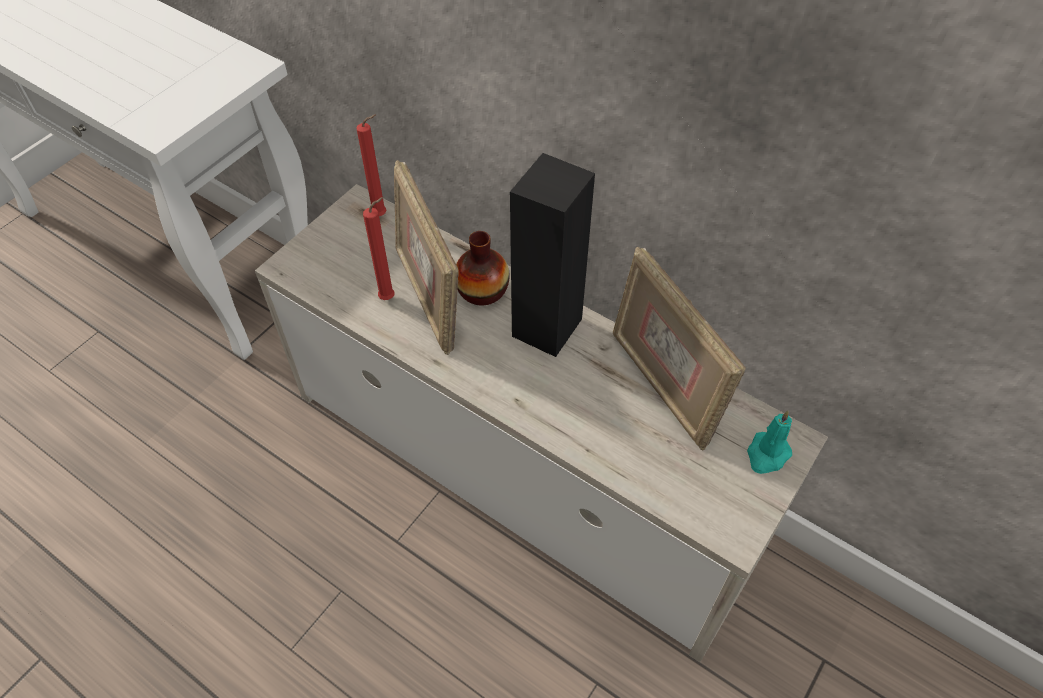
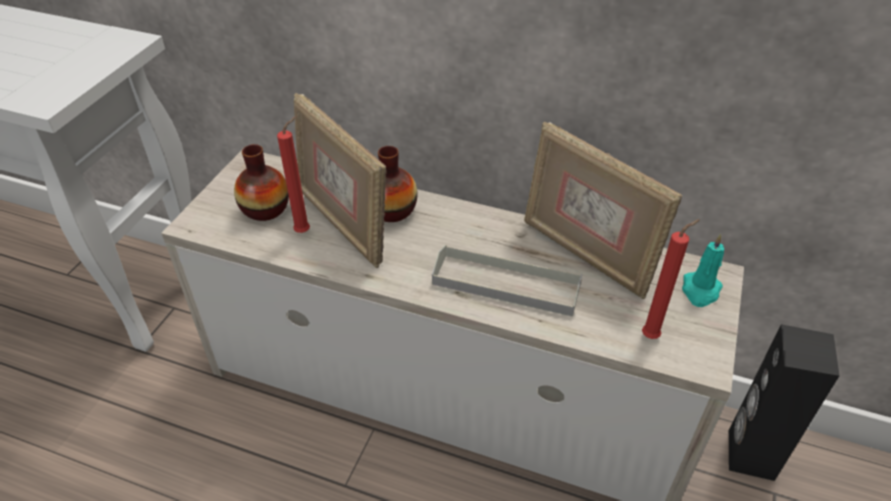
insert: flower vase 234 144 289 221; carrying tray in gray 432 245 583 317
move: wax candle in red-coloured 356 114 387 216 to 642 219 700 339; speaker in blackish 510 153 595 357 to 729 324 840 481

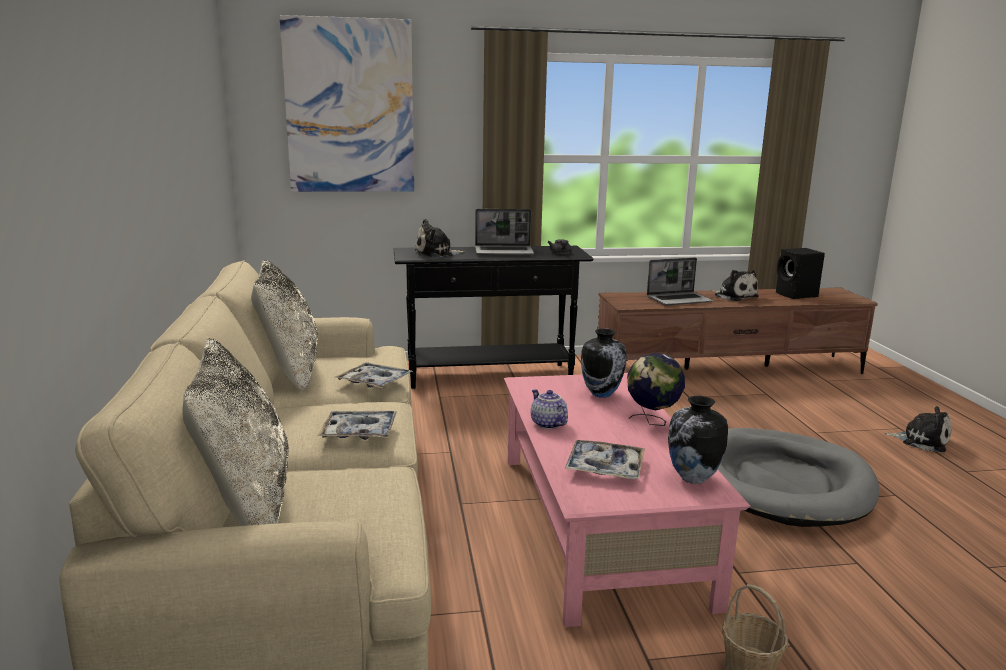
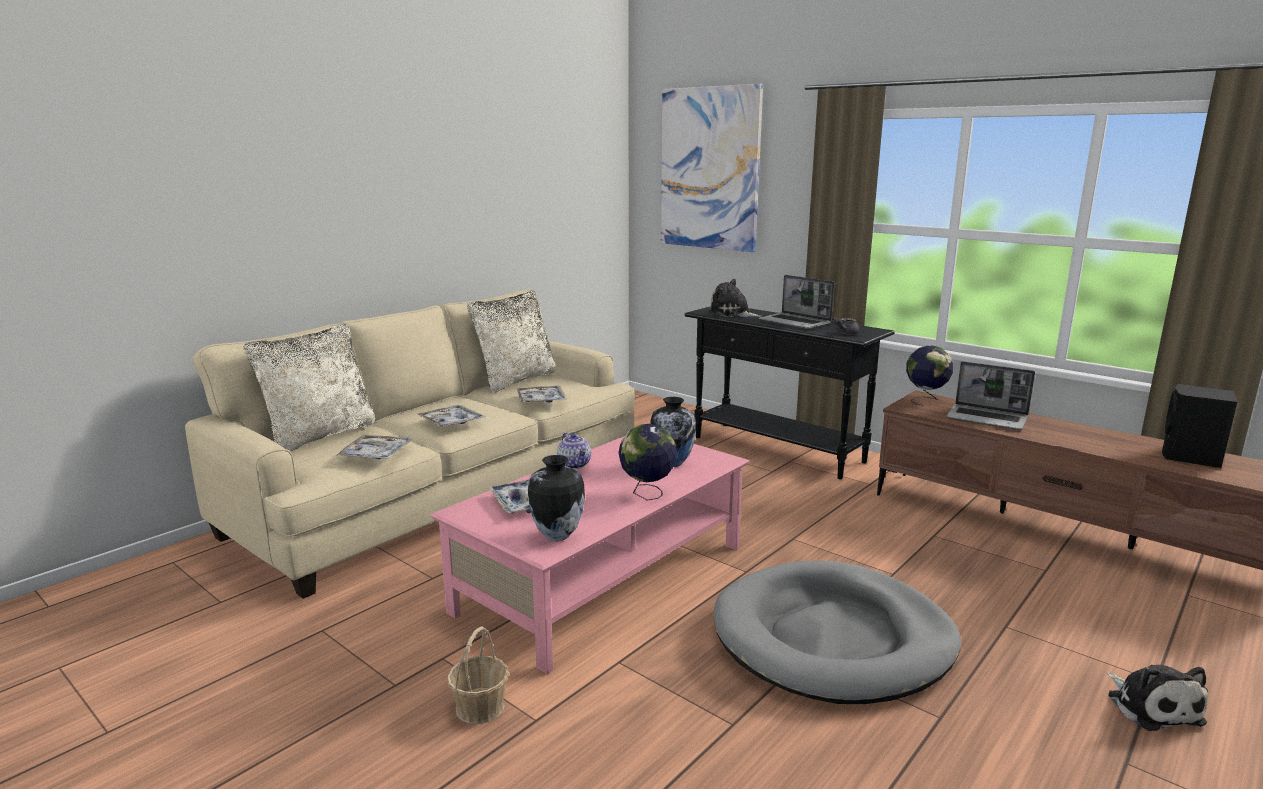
delete: soft toy 711 270 758 301
insert: carrying tray 336 435 412 459; desk globe 906 345 953 406
rotate: tea pot 531 389 568 429 = 557 433 591 469 135 degrees clockwise

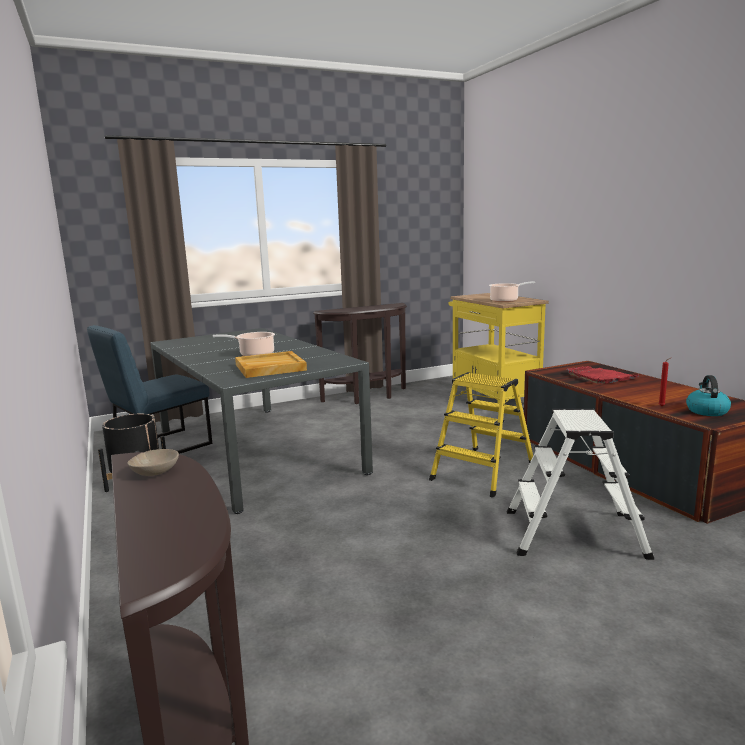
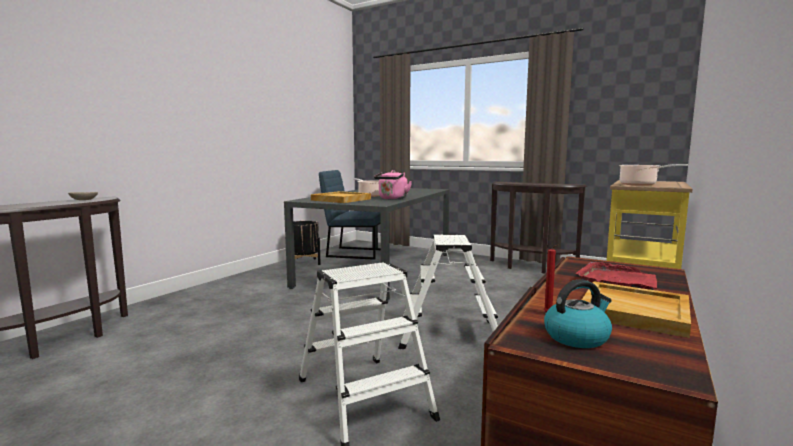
insert: tea kettle in pinkish 374 170 412 200; carrying tray in beige-coloured 582 281 691 338
recolor: step stool in yellow-coloured 429 372 533 498 to step stool in whitish 398 234 498 349

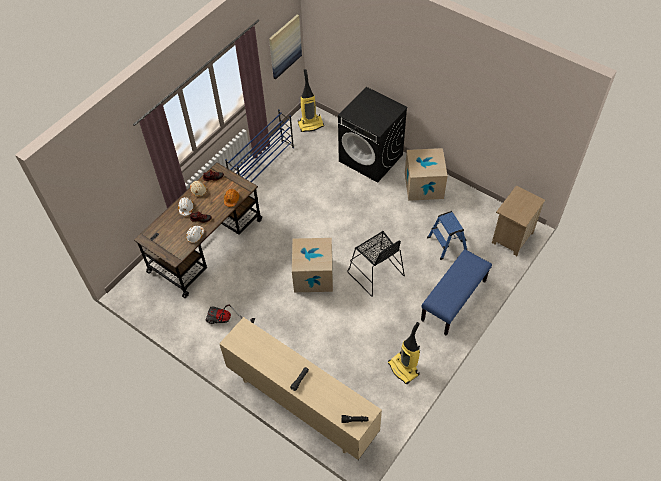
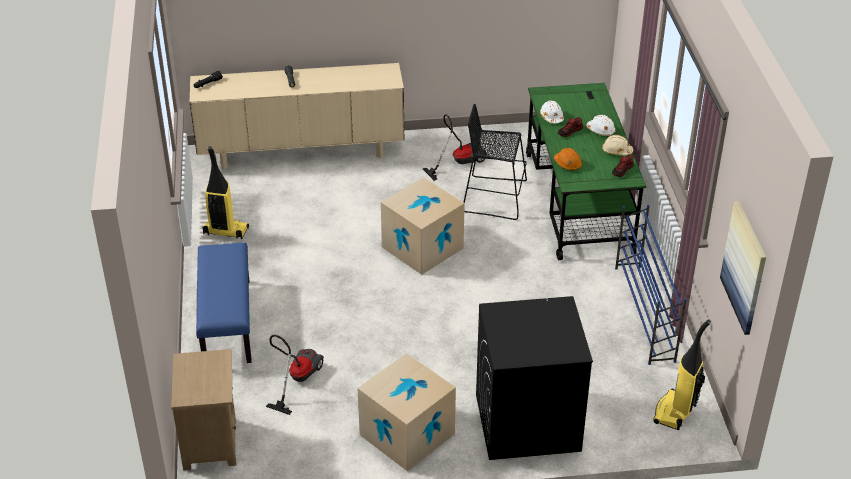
move: stool in blackish 347 231 405 297 to 464 104 527 220
replace: step stool in bluish 427 211 467 260 to vacuum 266 335 324 415
recolor: desk in brown 134 163 262 298 to desk in green 526 83 646 260

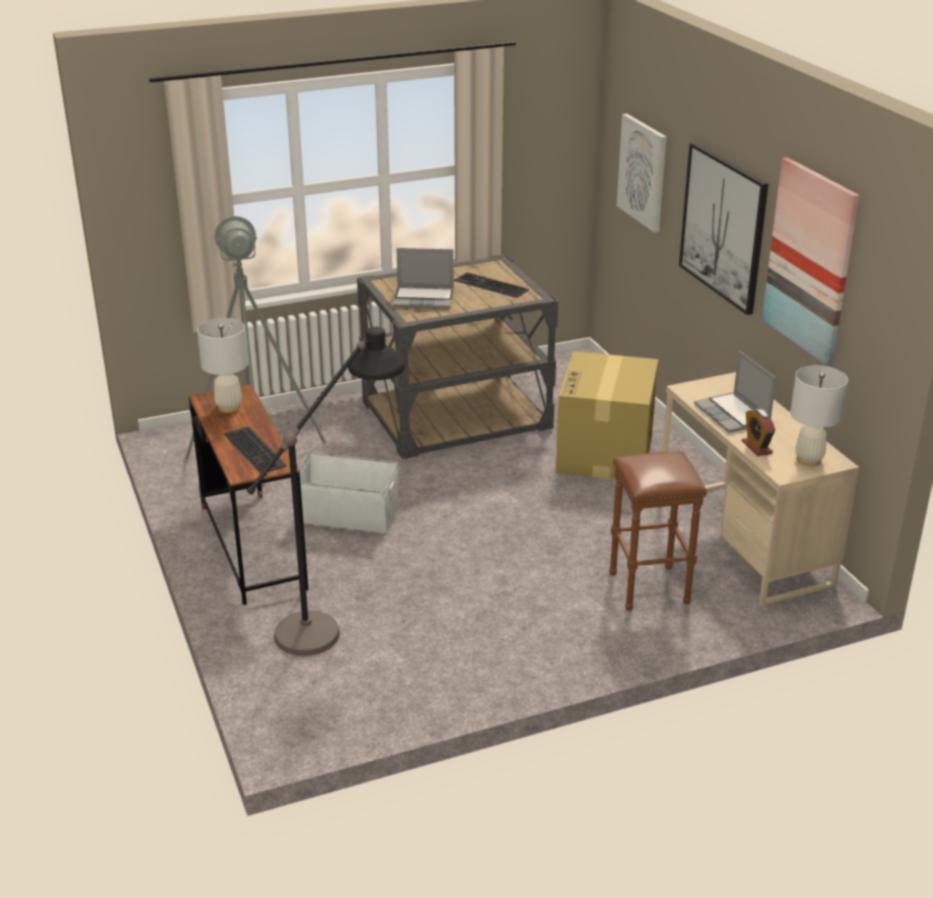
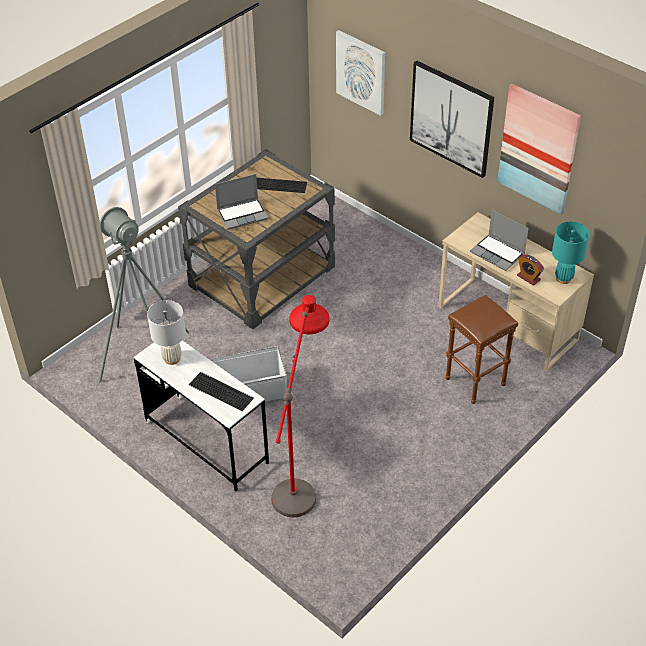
delete: carton 556 351 658 479
recolor: desk in brown 189 384 308 605 to desk in whitish 134 340 269 491; standing lamp in blackish 247 327 405 656 to standing lamp in red-coloured 271 295 329 517; tabletop lamp in whitish 790 365 848 467 to tabletop lamp in turquoise 552 221 590 284

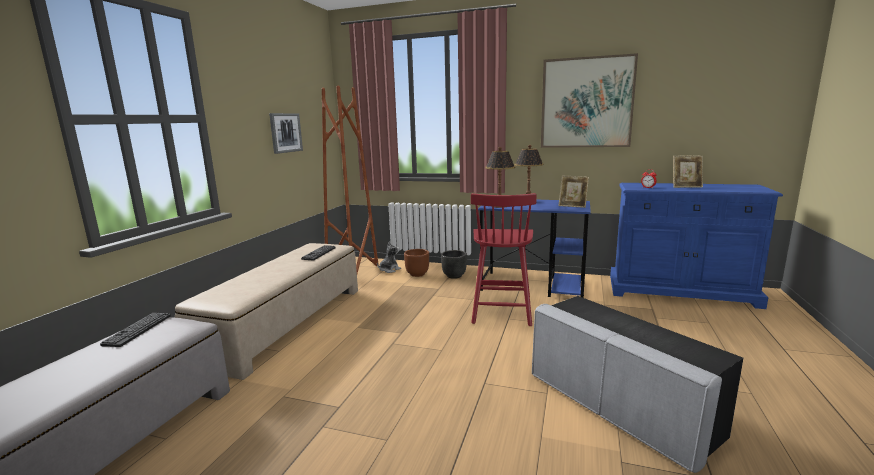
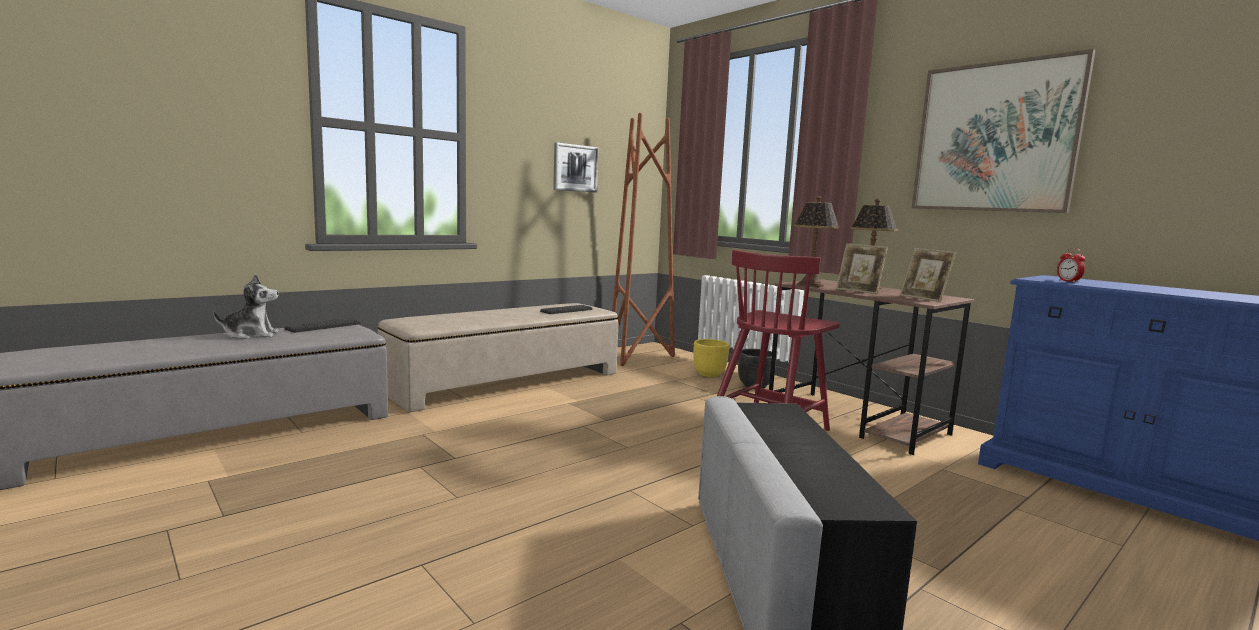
move: soft toy 377 242 401 273 to 213 274 279 339; photo frame 673 156 703 188 to 836 243 888 294
recolor: planter in brown 404 249 429 277 to planter in yellow-coloured 694 339 729 377; desk in bluish 478 200 591 298 to desk in brown 769 279 975 455

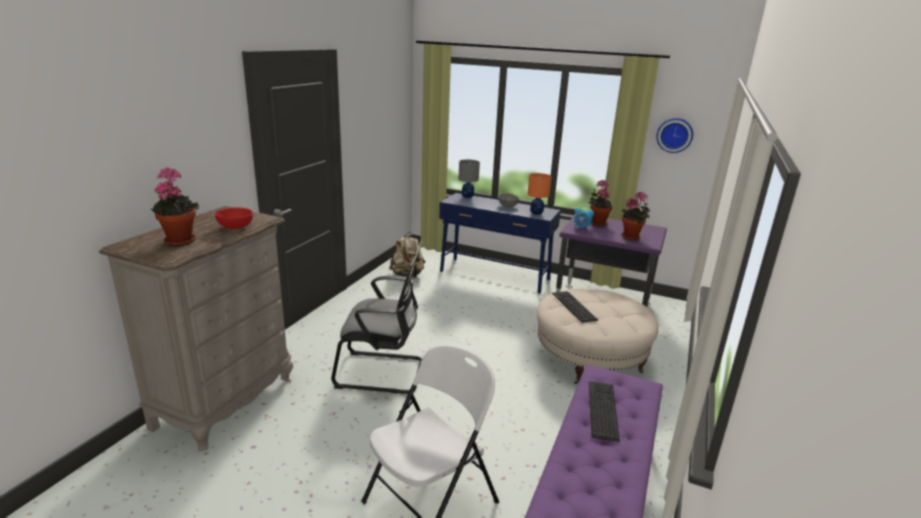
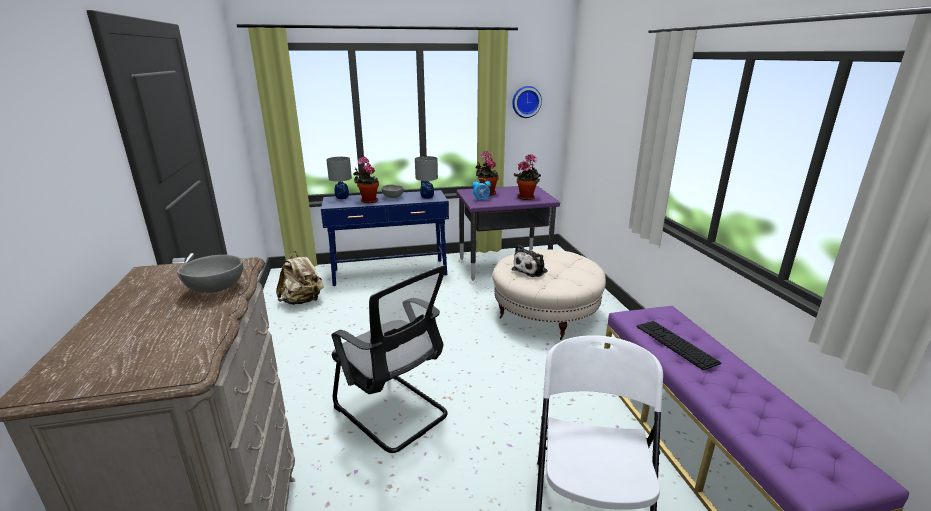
move: plant in a pot 151 167 199 246 to 353 156 379 203
replace: keyboard 552 291 598 323 to soft toy 512 245 548 277
recolor: bowl in red-coloured 215 208 253 229 to bowl in gray 177 255 243 293; tabletop lamp in orange 528 173 552 215 to tabletop lamp in gray 415 156 438 199
rotate: chair 331 240 422 394 = 331 265 448 453 75 degrees clockwise

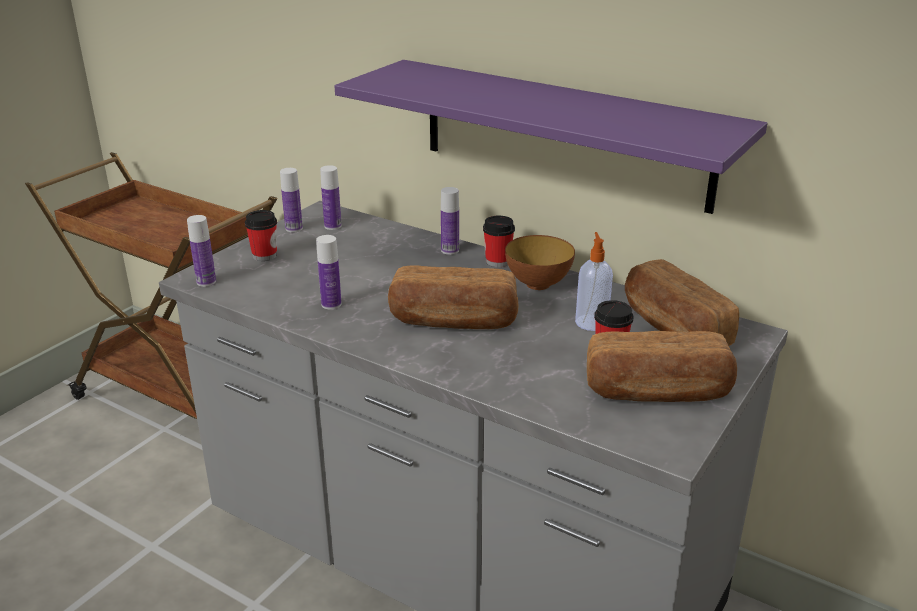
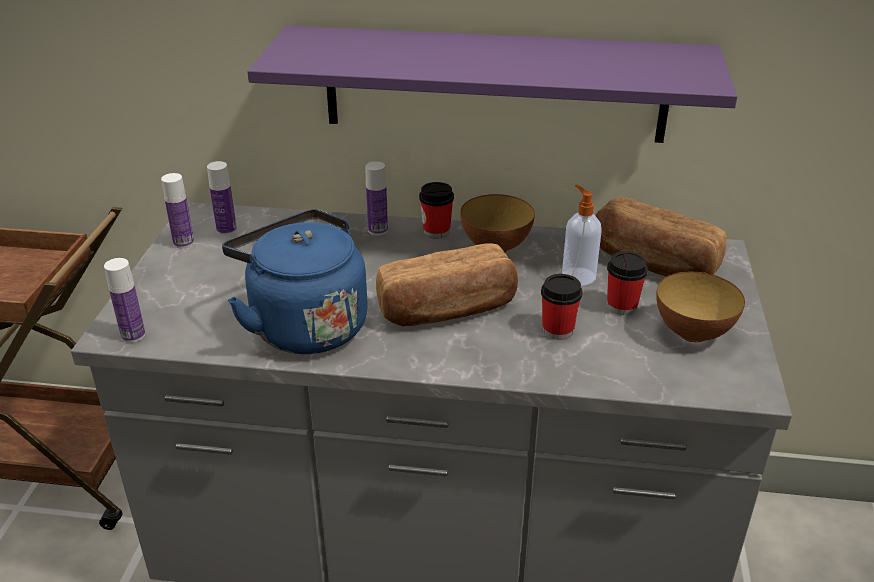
move: small cup 245 210 277 261 to 541 274 583 340
replace: bottle 316 235 342 310 to tea kettle in bluish 222 209 368 354; bakery bread 587 331 737 402 to bowl 656 272 745 342

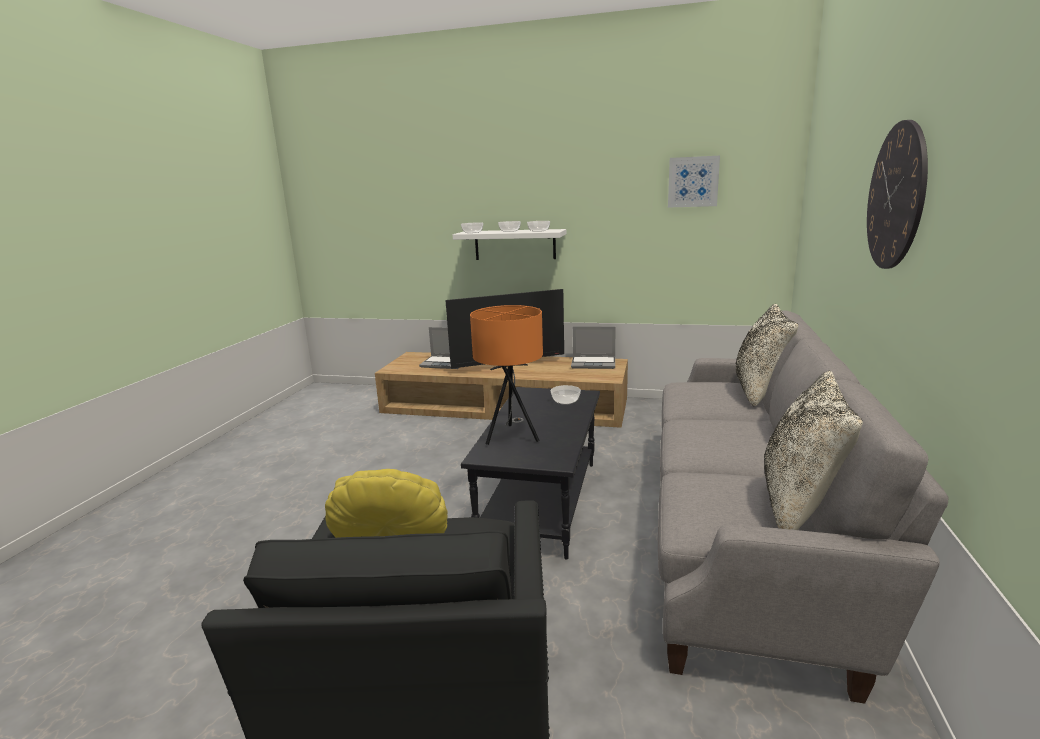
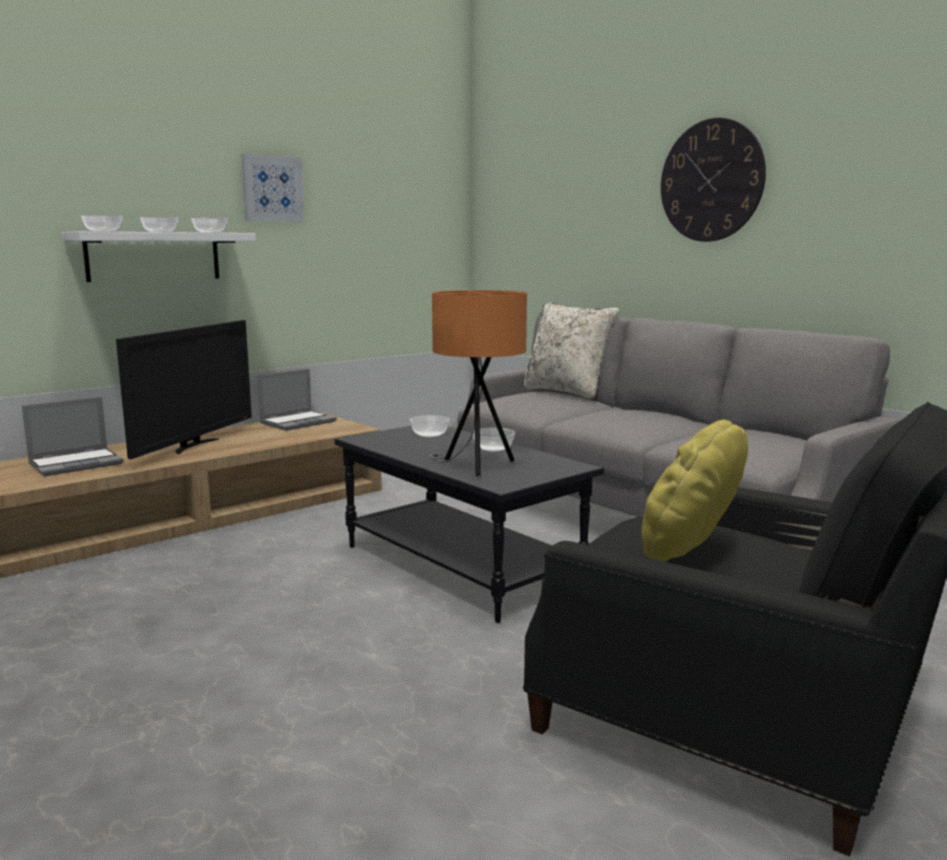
delete: pillow in beige-coloured 764 370 863 530
insert: bowl 473 427 515 452
move: picture 668 156 720 208 to 241 153 305 222

